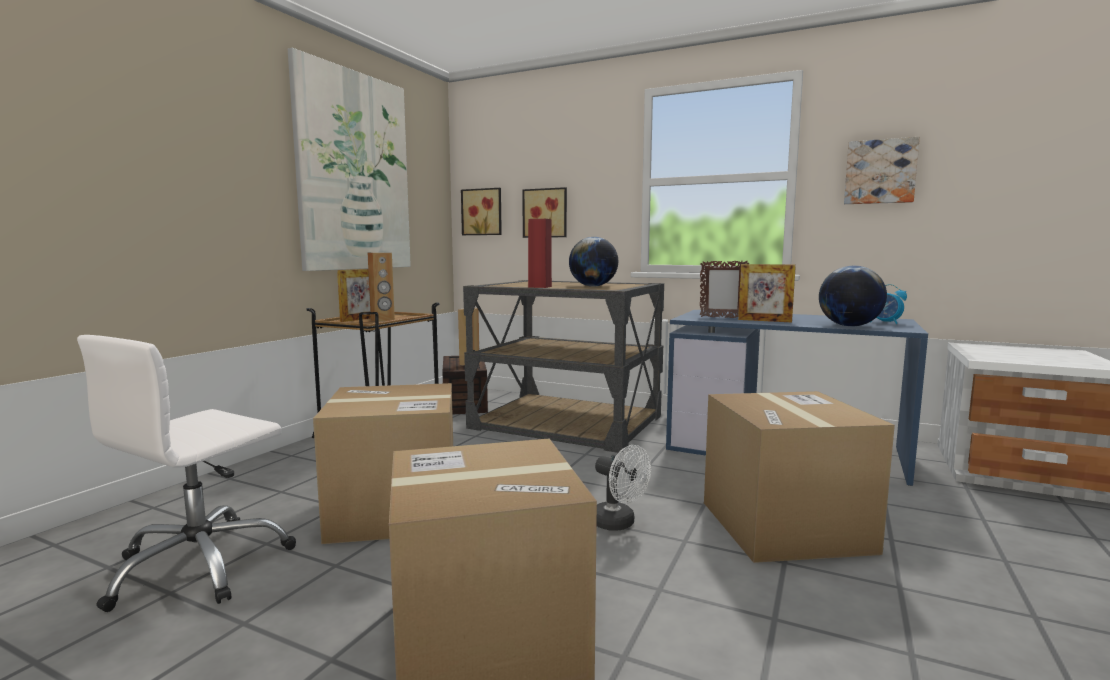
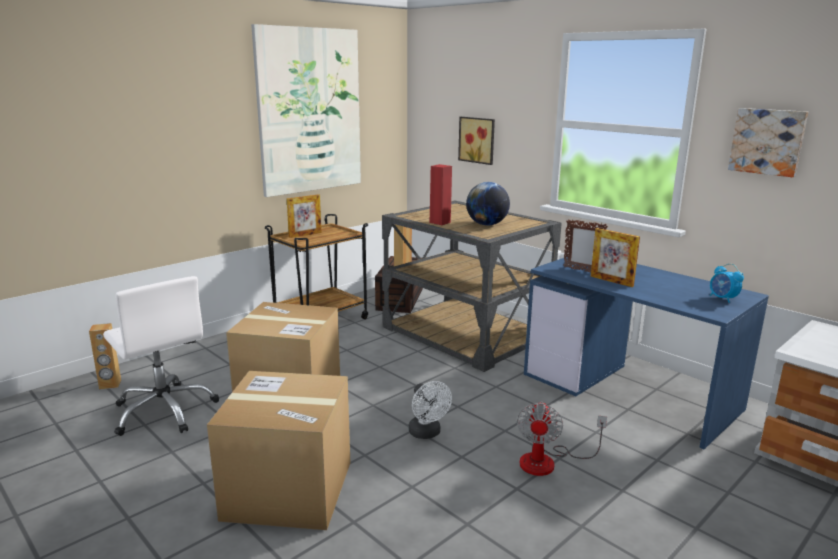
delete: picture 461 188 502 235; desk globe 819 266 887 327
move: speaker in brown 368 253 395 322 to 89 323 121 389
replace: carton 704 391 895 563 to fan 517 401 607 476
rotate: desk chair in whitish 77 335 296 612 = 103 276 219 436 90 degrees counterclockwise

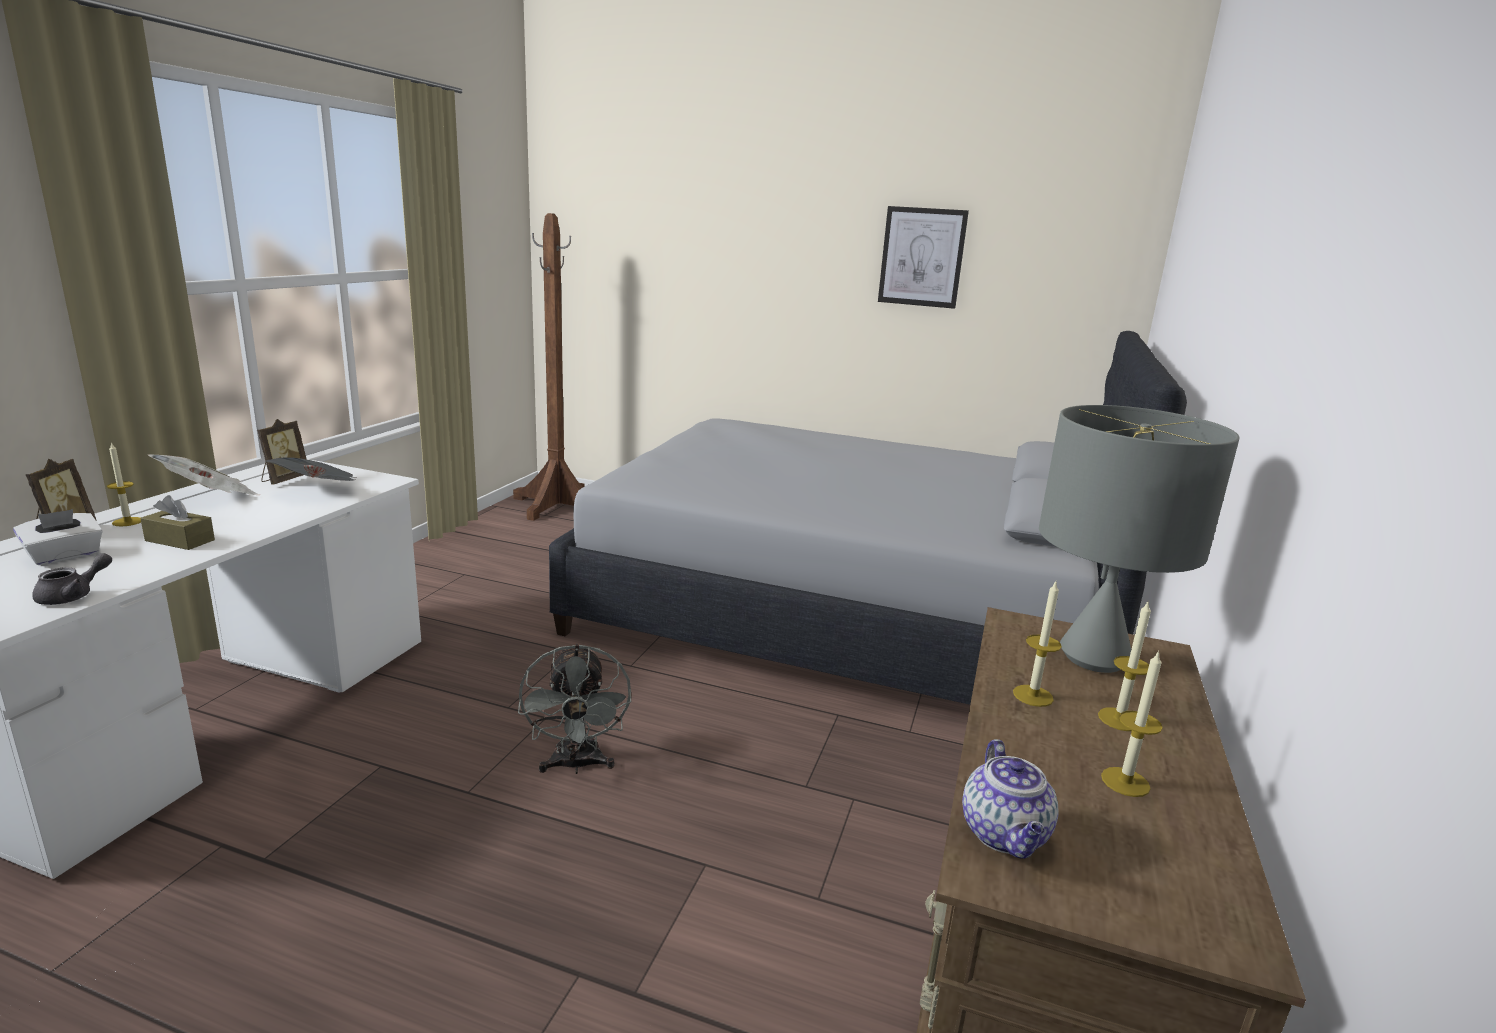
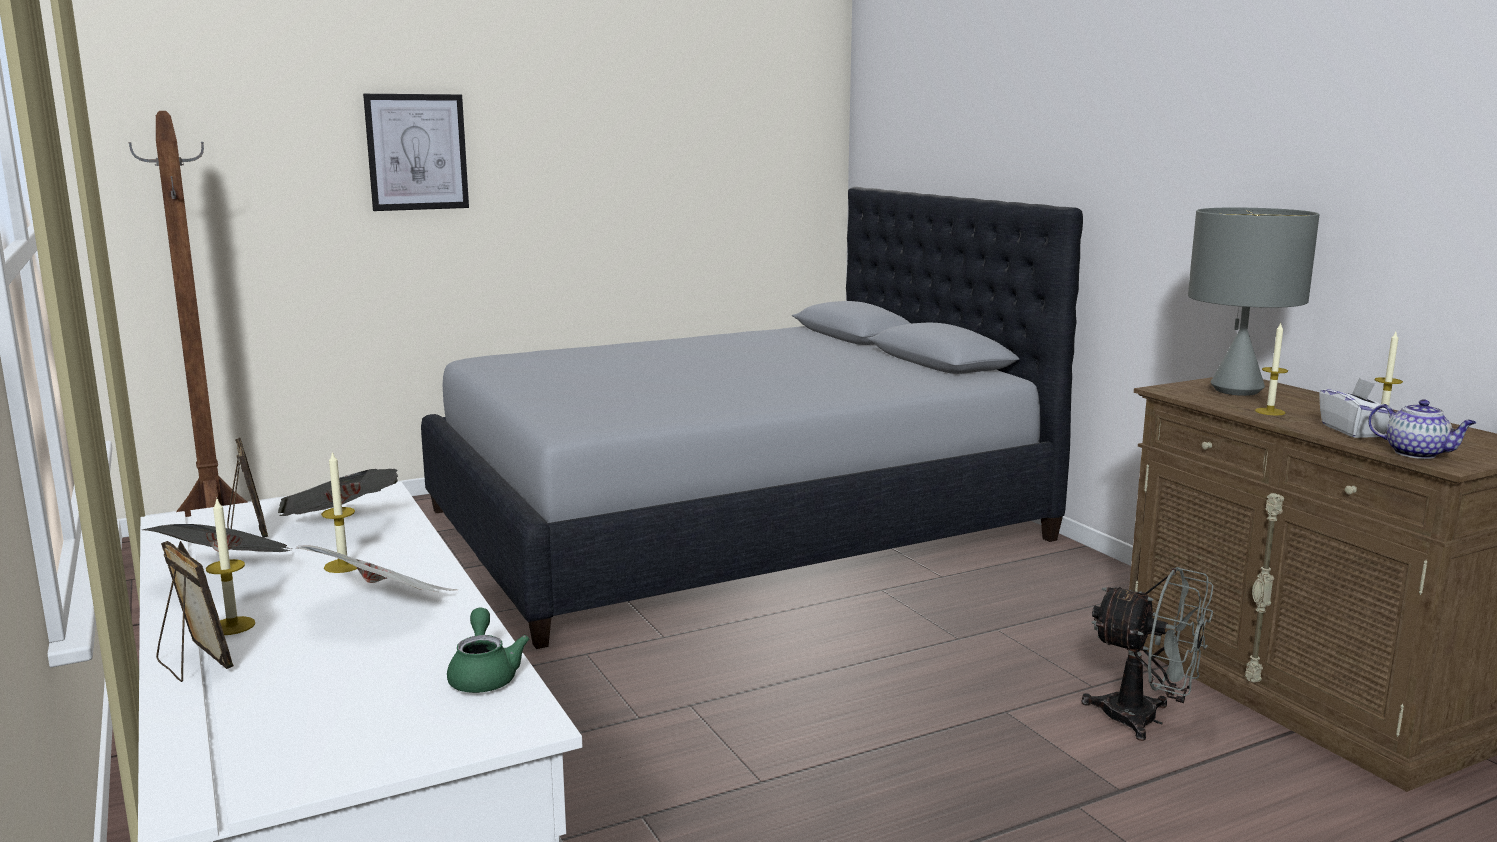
move: wax candle 1098 600 1151 731 to 321 451 357 573; picture 878 206 969 309 to 363 94 469 211; fan in gray 518 644 631 774 to 1082 567 1214 741; tissue holder in whitish 13 509 103 565 to 1319 377 1389 438
replace: tissue holder in brown 140 495 215 550 to printed paper 297 545 458 592
recolor: tea pot in gray 32 553 112 605 to tea pot in green 447 608 529 693

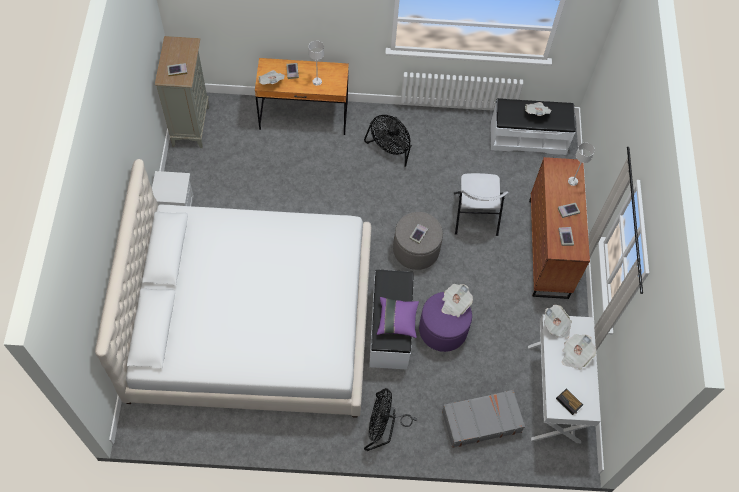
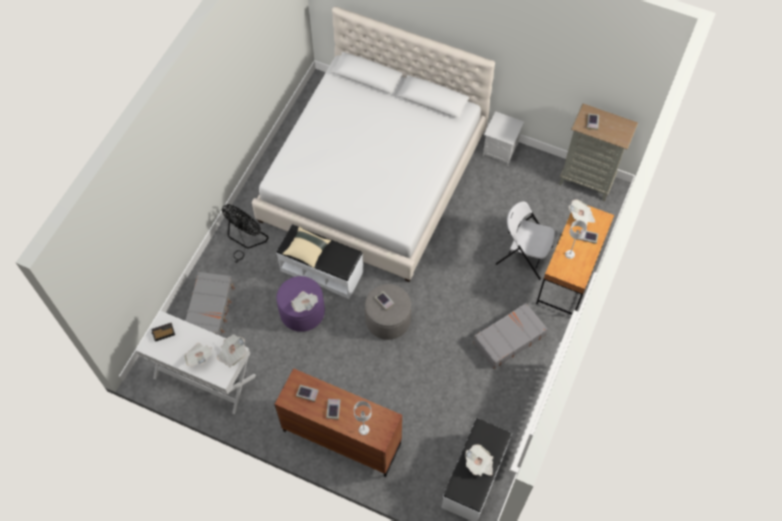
move: chair in whitish 454 173 508 236 to 496 201 555 280
replace: fan in blackish 364 115 412 167 to piece of luggage in gray 473 303 548 369
recolor: pillow in purple-coloured 377 297 419 338 to pillow in beige-coloured 283 226 331 268

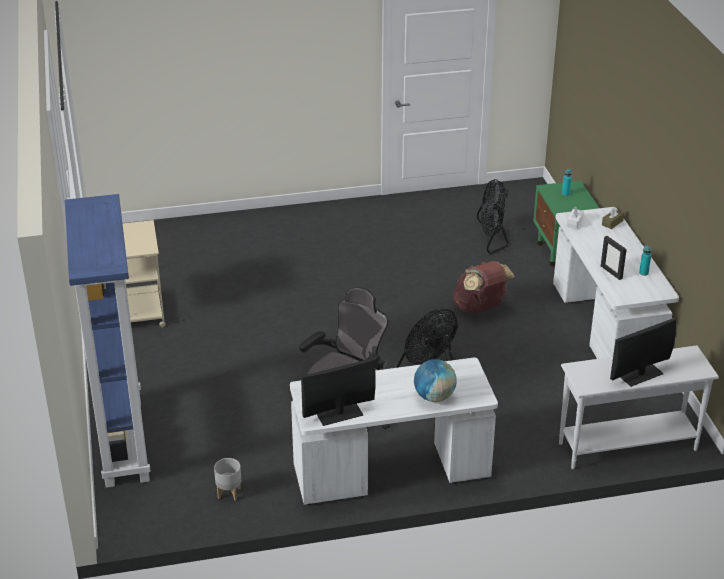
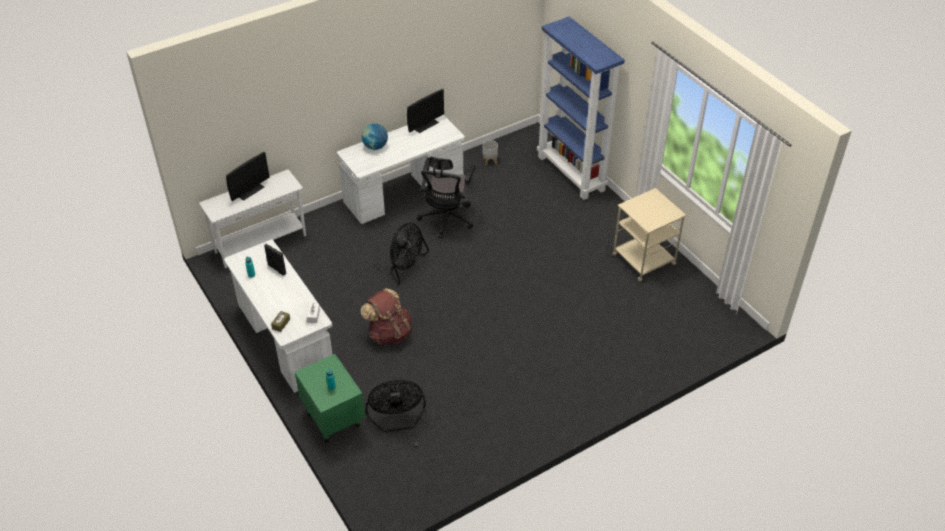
rotate: fan in blackish 477 179 528 255 = 365 380 426 447 75 degrees counterclockwise

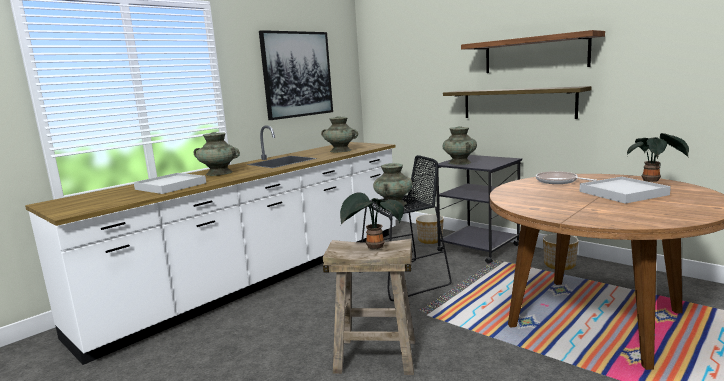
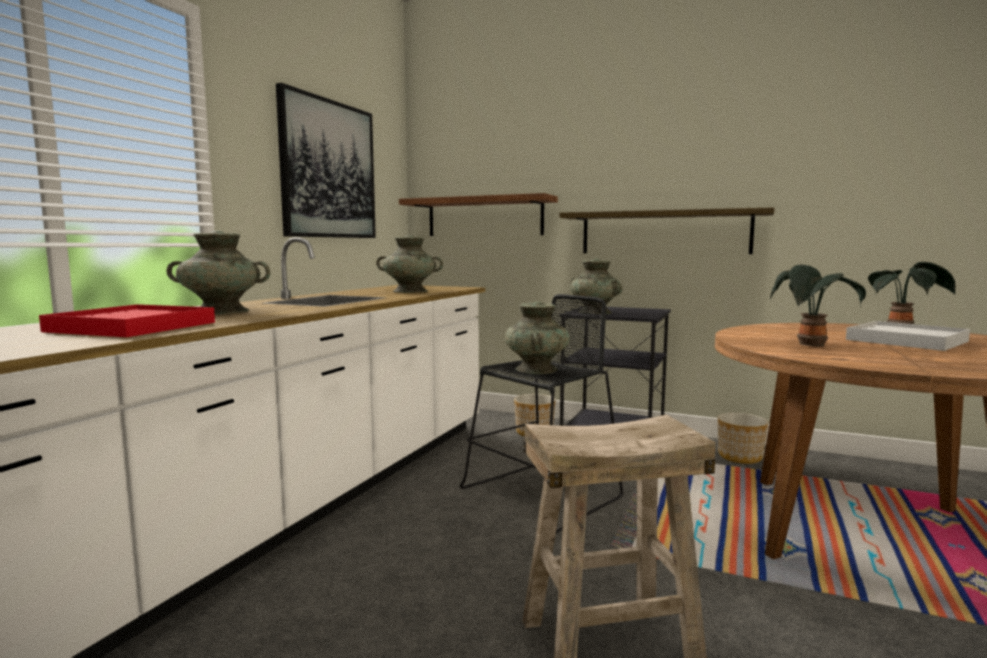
delete: pan 536 171 597 184
move: wall shelf 461 30 605 73 to 399 193 558 236; plant in a pot 340 192 404 249 to 770 265 866 346
recolor: carrying tray in whitish 134 173 206 194 to carrying tray in red-coloured 39 304 215 337

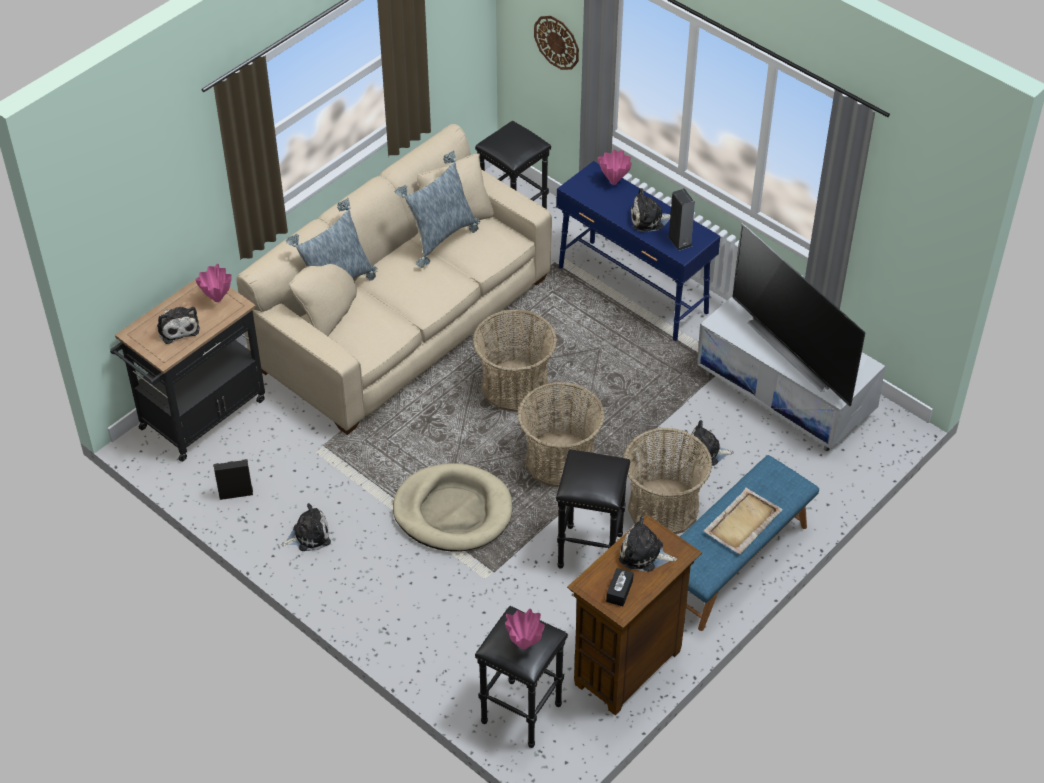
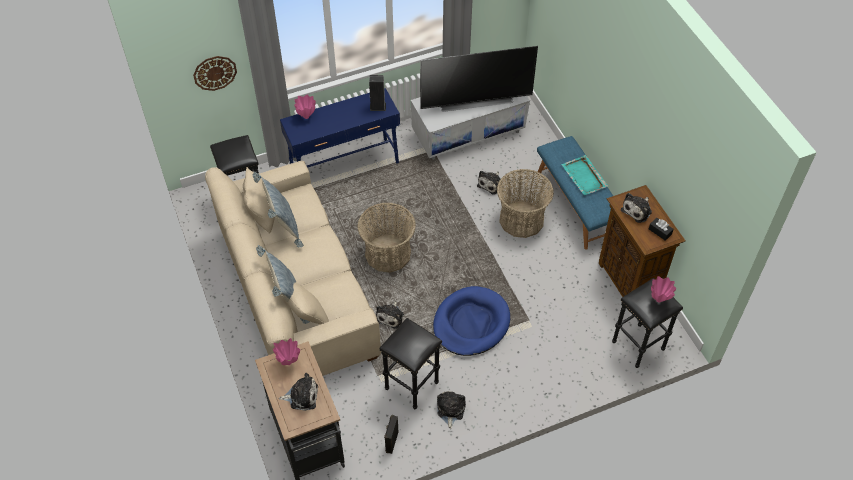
delete: storage basket 517 382 605 487
move: soft toy 630 188 671 232 to 376 301 404 329; stool in blackish 556 449 630 569 to 379 318 442 409
recolor: dog bed in beige-coloured 393 463 512 552 to dog bed in bluish 433 286 510 356; carrying tray in beige-coloured 704 488 783 554 to carrying tray in turquoise 561 155 608 195

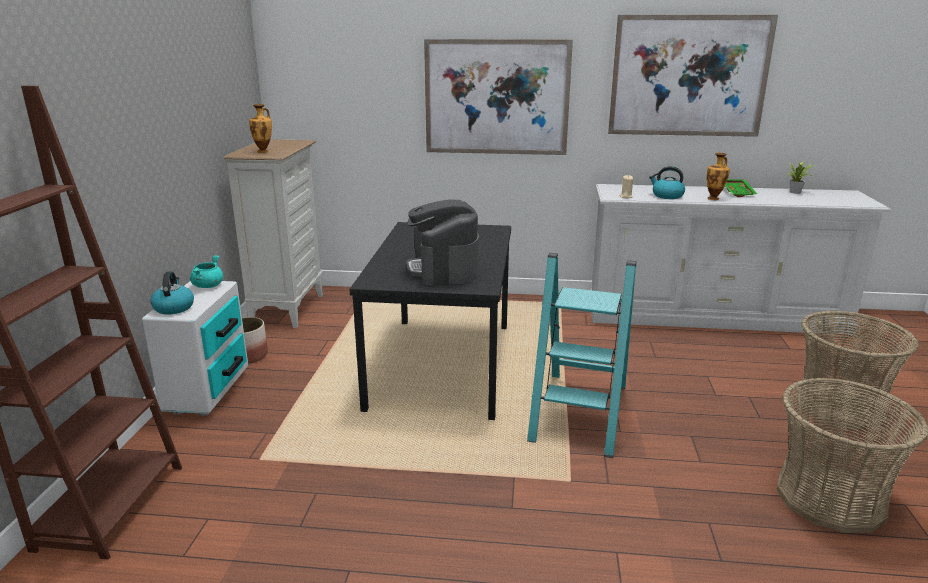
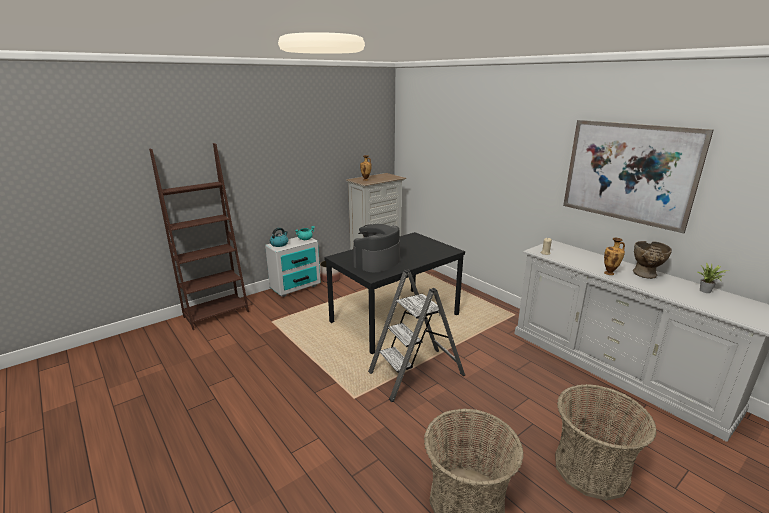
delete: picture 424 39 573 155; tea kettle 649 166 685 199
replace: carrying tray in green 725 179 757 197 to flower vase in beige-coloured 633 241 672 279
recolor: step stool in turquoise 527 253 636 458 to step stool in gray 368 269 465 402

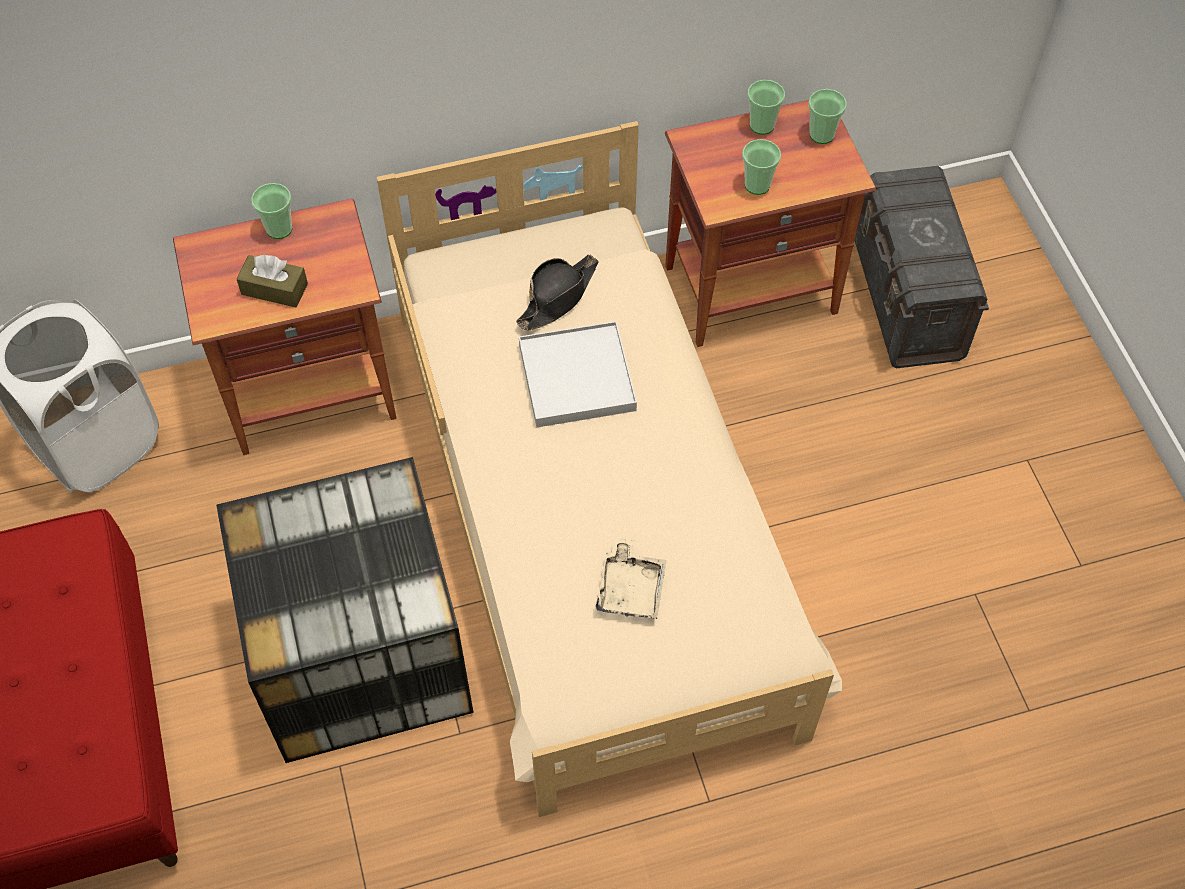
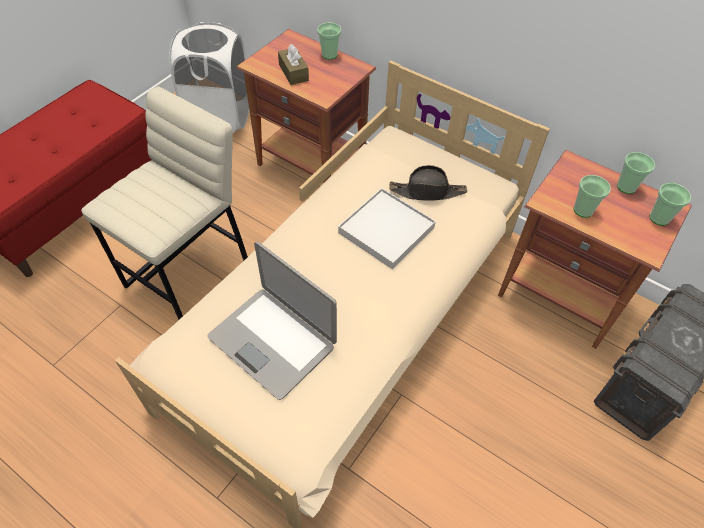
replace: storage box 216 457 474 763 to chair in beige-coloured 81 86 248 320; carrying tray in beige-coloured 596 537 667 619 to portable computer 207 242 337 400

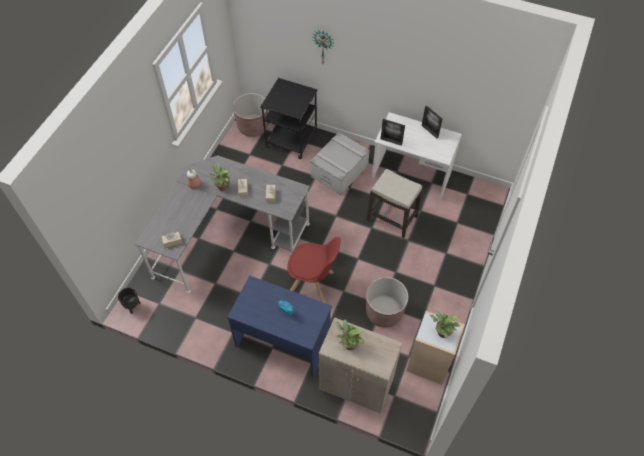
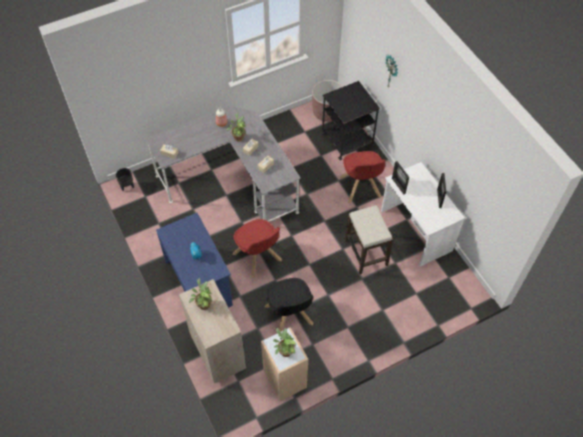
replace: planter in brown 366 277 408 328 to chair in blackish 265 278 313 332; storage box in gray 310 132 370 195 to chair in red-coloured 340 151 385 203

